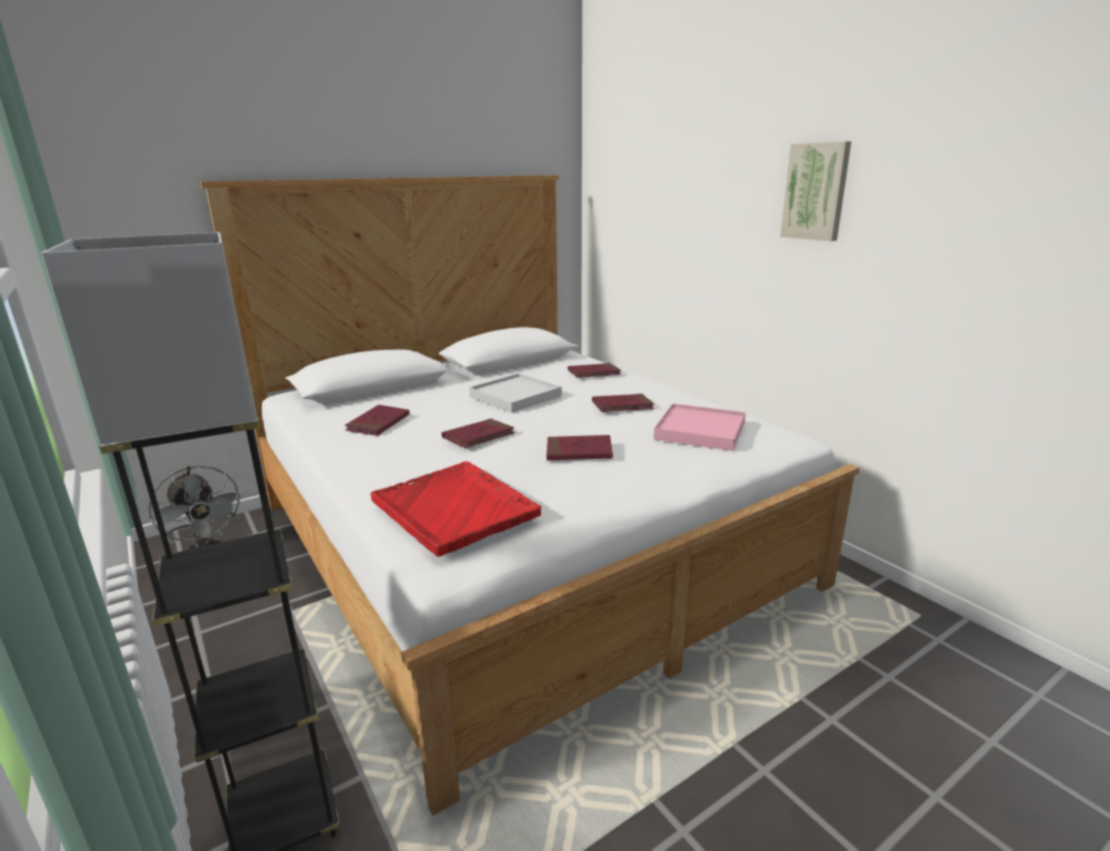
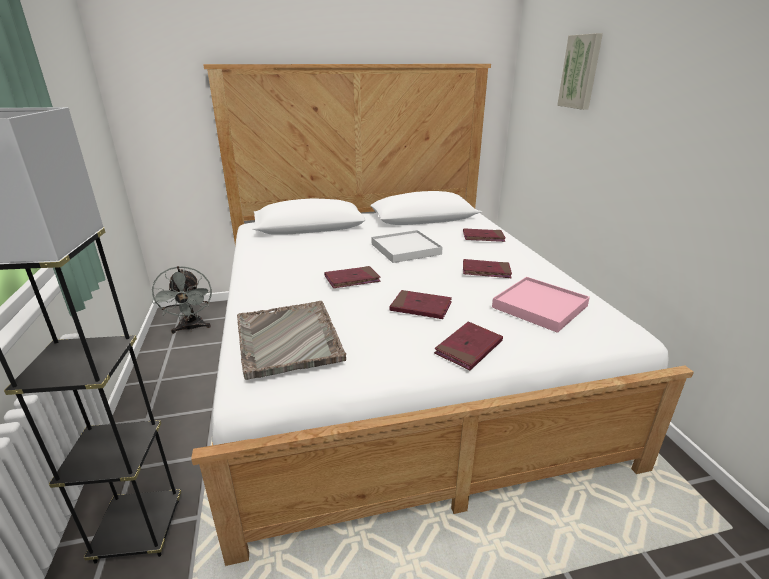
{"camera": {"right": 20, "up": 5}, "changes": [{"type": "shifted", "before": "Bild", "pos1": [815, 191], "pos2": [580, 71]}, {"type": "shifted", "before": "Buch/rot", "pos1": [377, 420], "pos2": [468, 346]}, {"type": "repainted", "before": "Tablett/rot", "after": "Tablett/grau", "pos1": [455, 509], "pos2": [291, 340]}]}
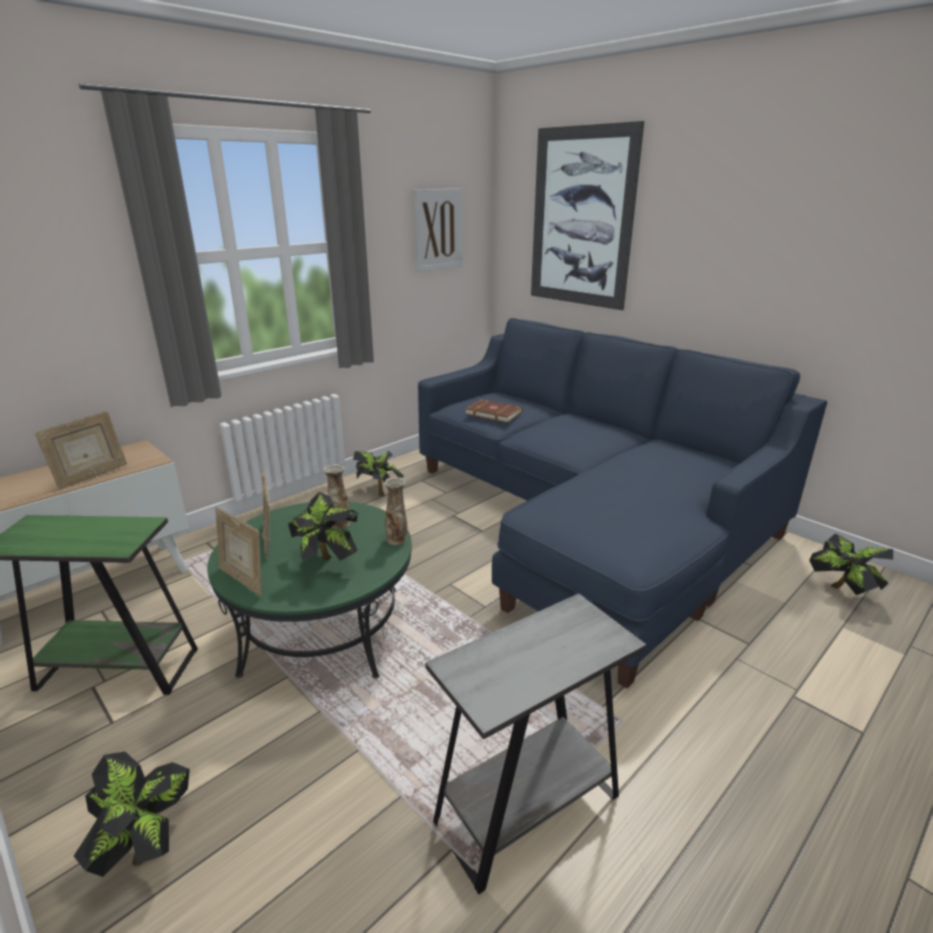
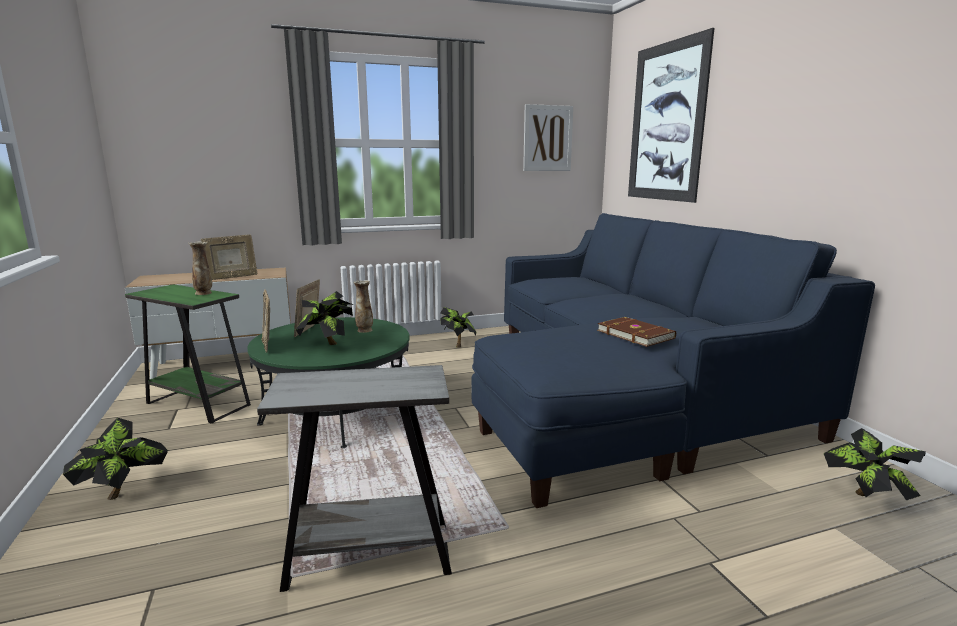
{"camera": {"right": 25, "up": -10}, "changes": [{"type": "shifted", "before": "Buch/braun", "pos1": [494, 411], "pos2": [636, 332]}, {"type": "shifted", "before": "Vase", "pos1": [395, 511], "pos2": [200, 268]}]}
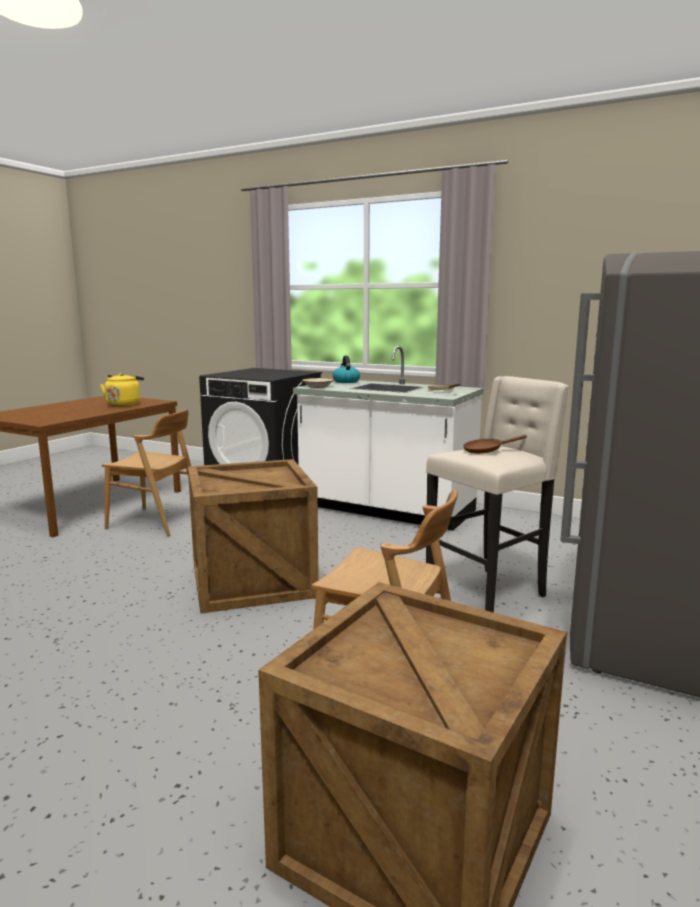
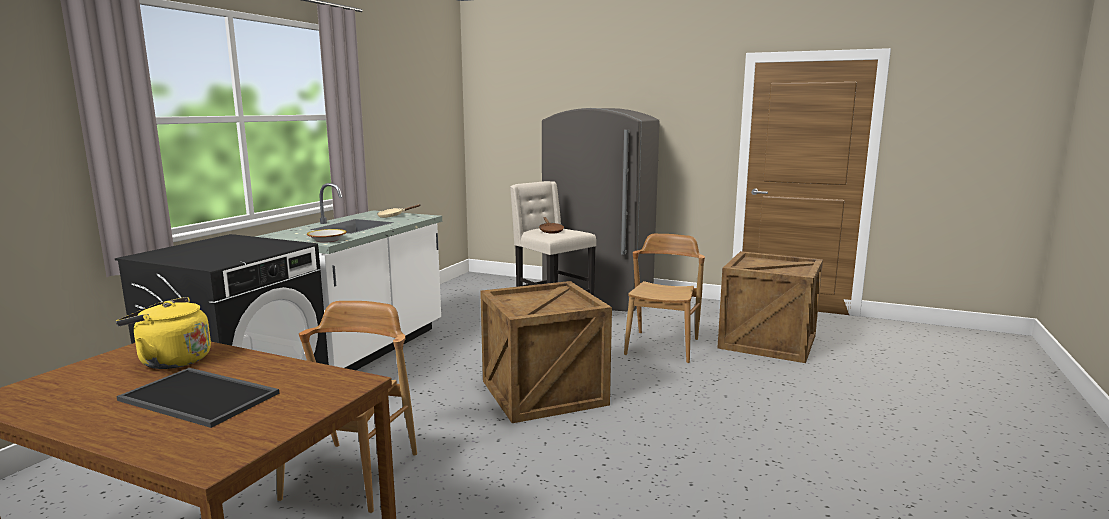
{"camera": {"right": -95, "up": 0}, "changes": [{"type": "gone", "before": "Wasserkessel", "pos1": [346, 369]}, {"type": "new", "after": "Tablett", "pos2": [197, 398]}]}
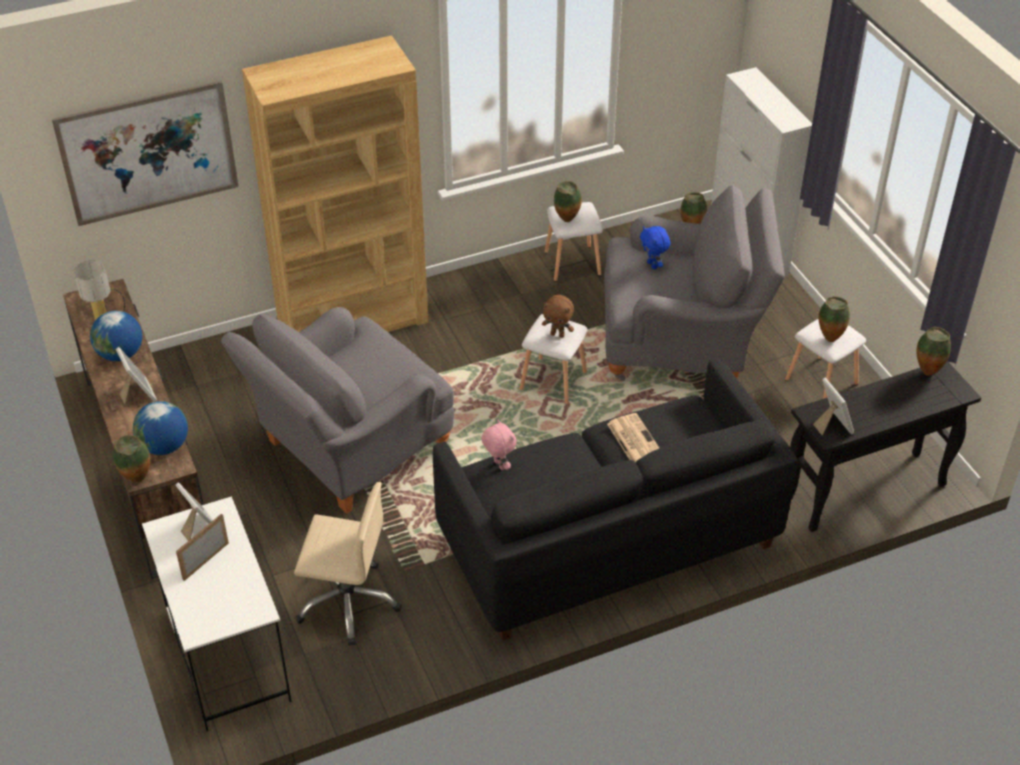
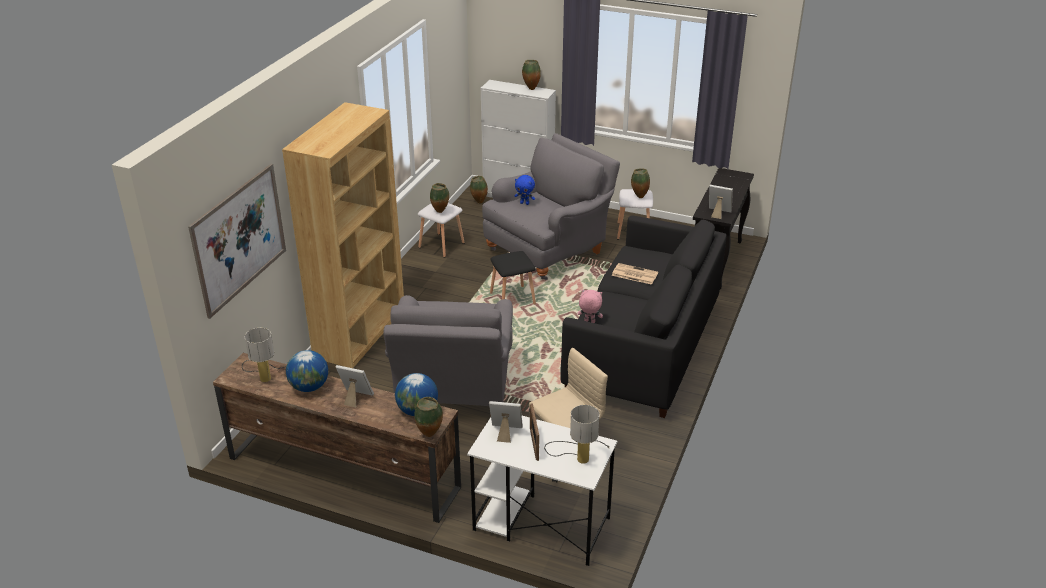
{"camera": {"right": -45, "up": -10}, "changes": [{"type": "gone", "before": "Plüschtier/braun", "pos1": [558, 316]}, {"type": "repainted", "before": "Hocker/weiß", "after": "Hocker/schwarz", "pos1": [554, 359], "pos2": [513, 278]}, {"type": "shifted", "before": "Vase", "pos1": [933, 351], "pos2": [531, 75]}, {"type": "new", "after": "Tischlampe", "pos2": [577, 434]}]}
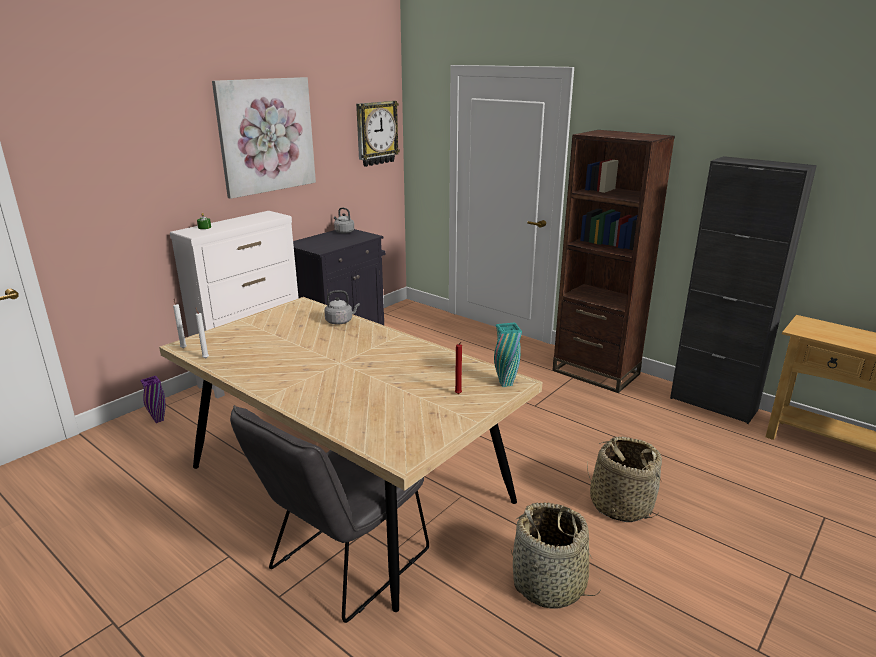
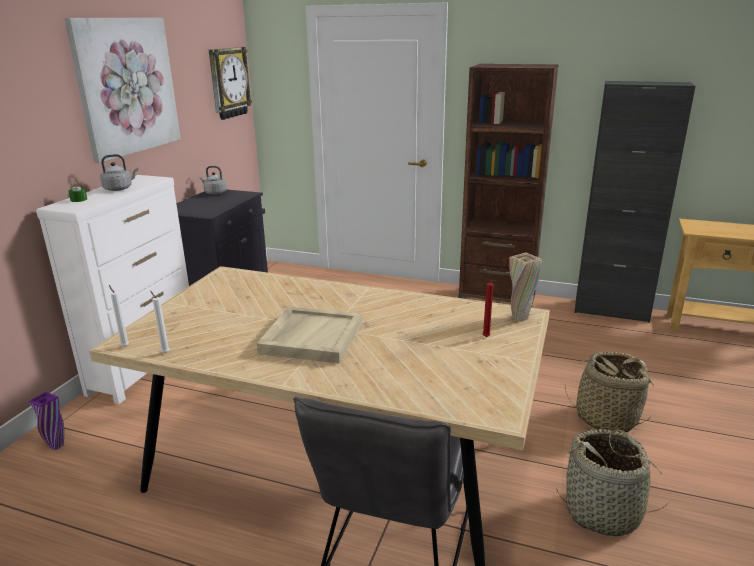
{"camera": {"right": -20, "up": 0}, "changes": [{"type": "shifted", "before": "Wasserkessel/grau", "pos1": [342, 307], "pos2": [119, 172]}, {"type": "repainted", "before": "Vase/türkis", "after": "Vase/beige", "pos1": [508, 355], "pos2": [525, 287]}, {"type": "new", "after": "Tablett/beige", "pos2": [309, 335]}]}
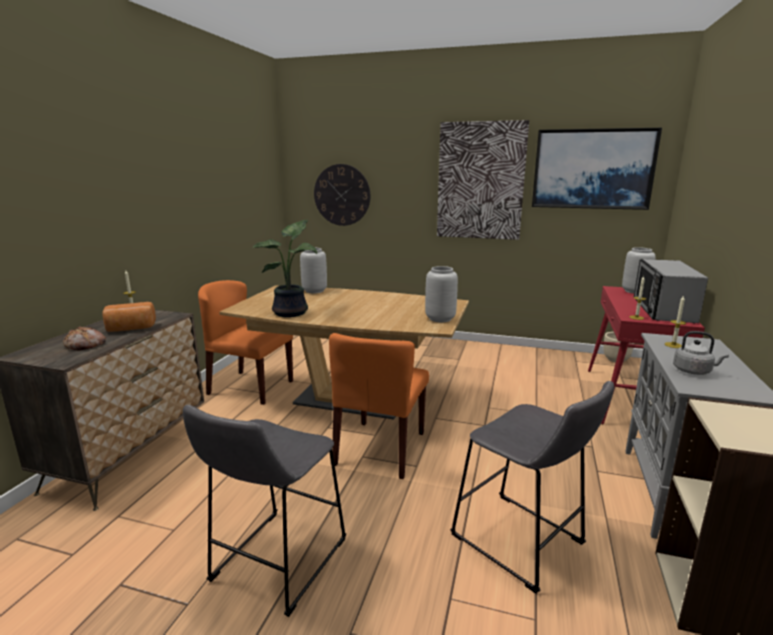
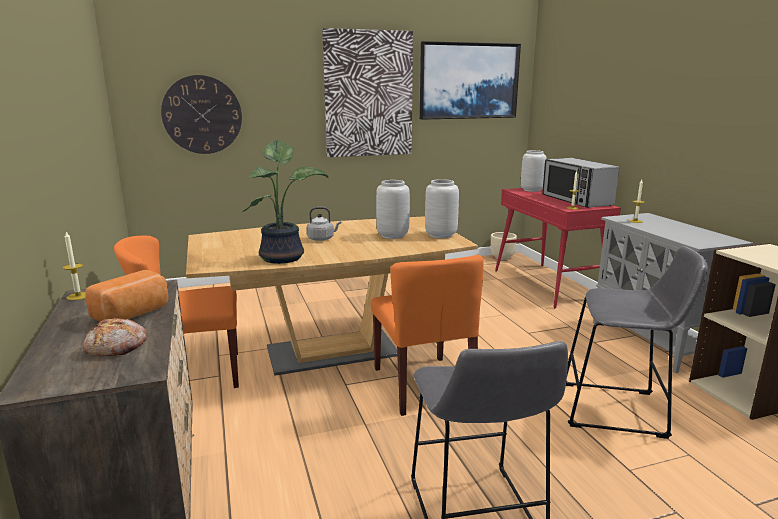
{"camera": {"right": -35, "up": 0}, "changes": [{"type": "shifted", "before": "Vase/grau", "pos1": [313, 270], "pos2": [393, 209]}, {"type": "shifted", "before": "Wasserkessel/grau", "pos1": [701, 353], "pos2": [324, 224]}]}
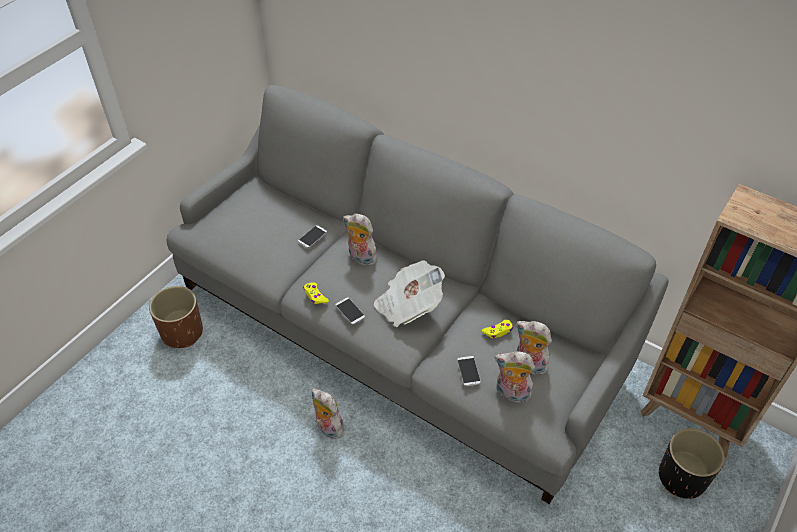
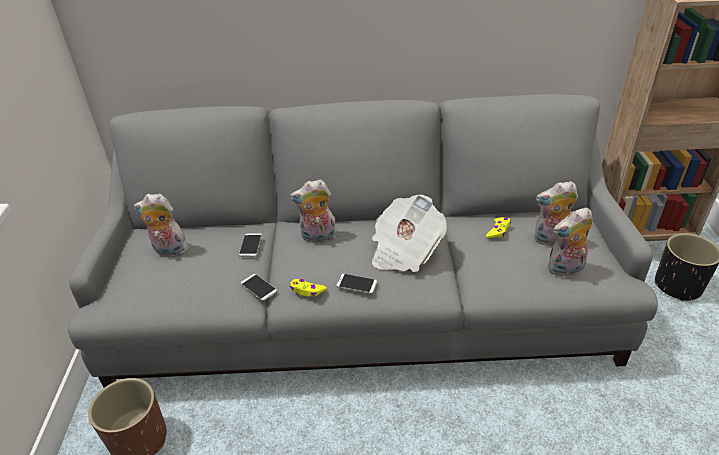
{"camera": {"right": -35, "up": -10}, "changes": [{"type": "shifted", "before": "Handy", "pos1": [469, 371], "pos2": [259, 287]}, {"type": "shifted", "before": "Plüschtier", "pos1": [328, 414], "pos2": [161, 225]}]}
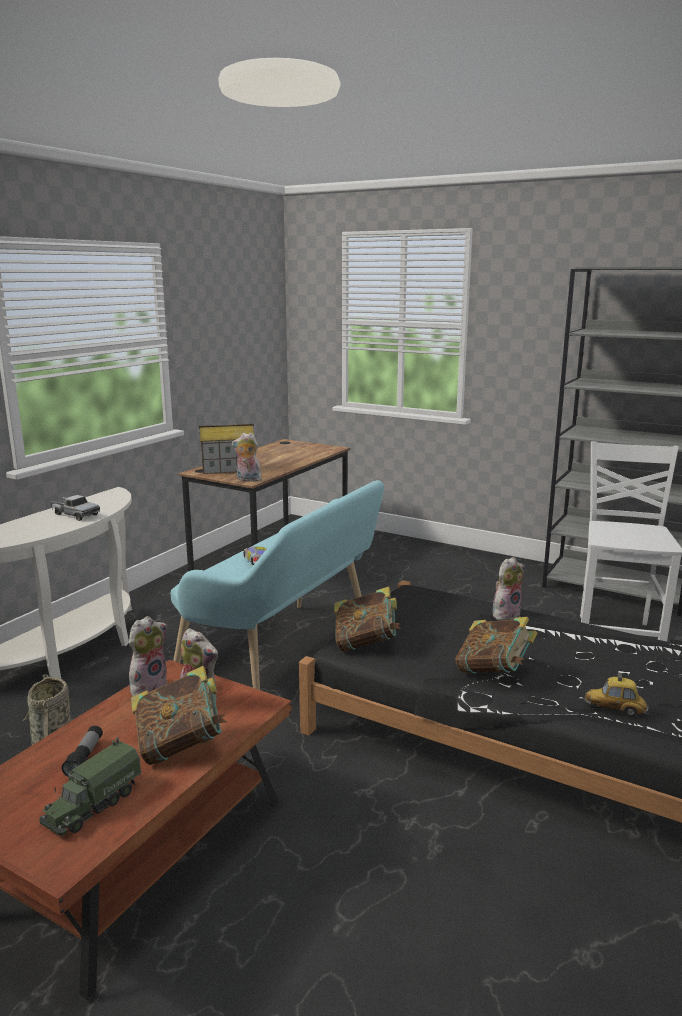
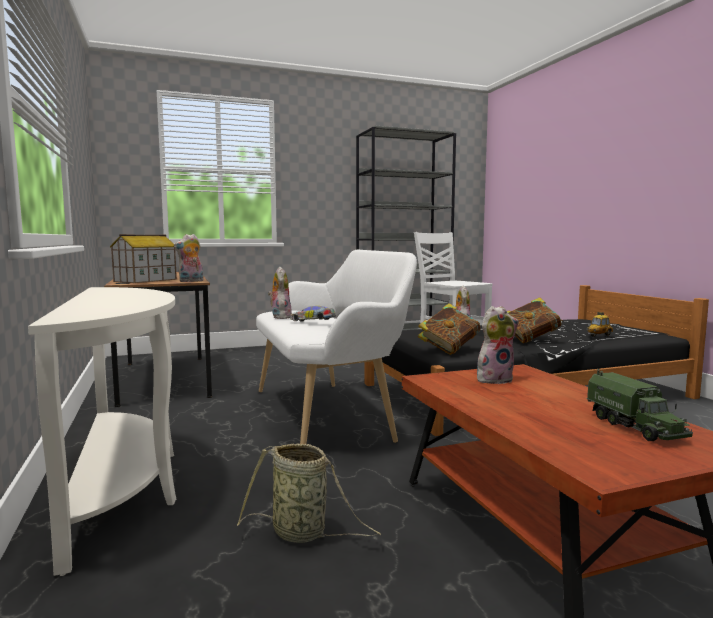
{"camera": {"right": -50, "up": -10}, "changes": [{"type": "repainted", "before": "Bank/türkis", "after": "Bank/weiß", "pos1": [277, 585], "pos2": [336, 347]}, {"type": "gone", "before": "Spielzeuglaster", "pos1": [75, 508]}, {"type": "shifted", "before": "Plüschtier", "pos1": [148, 656], "pos2": [280, 293]}, {"type": "gone", "before": "Buch", "pos1": [179, 715]}, {"type": "gone", "before": "Taschenlampe", "pos1": [82, 751]}]}
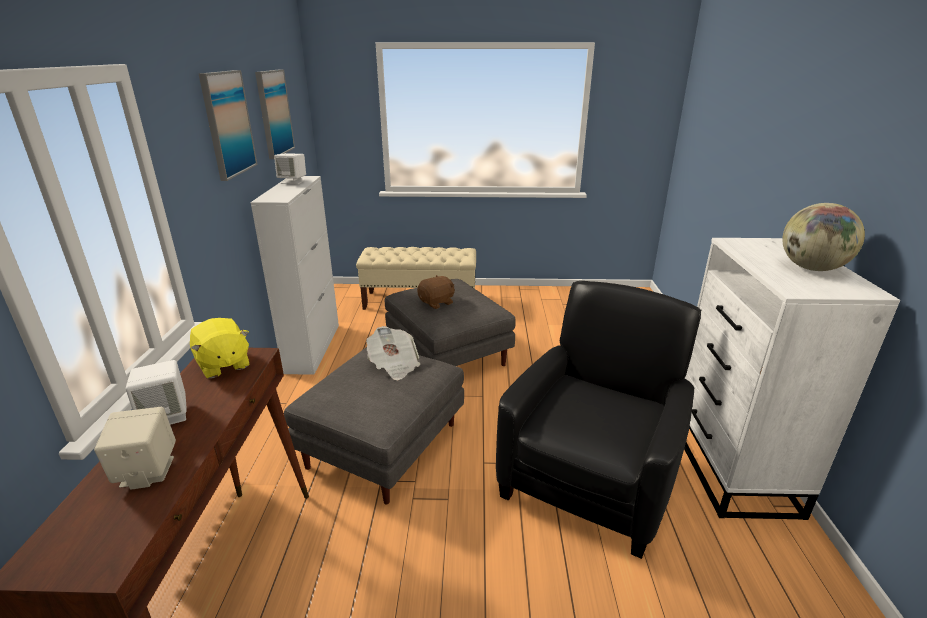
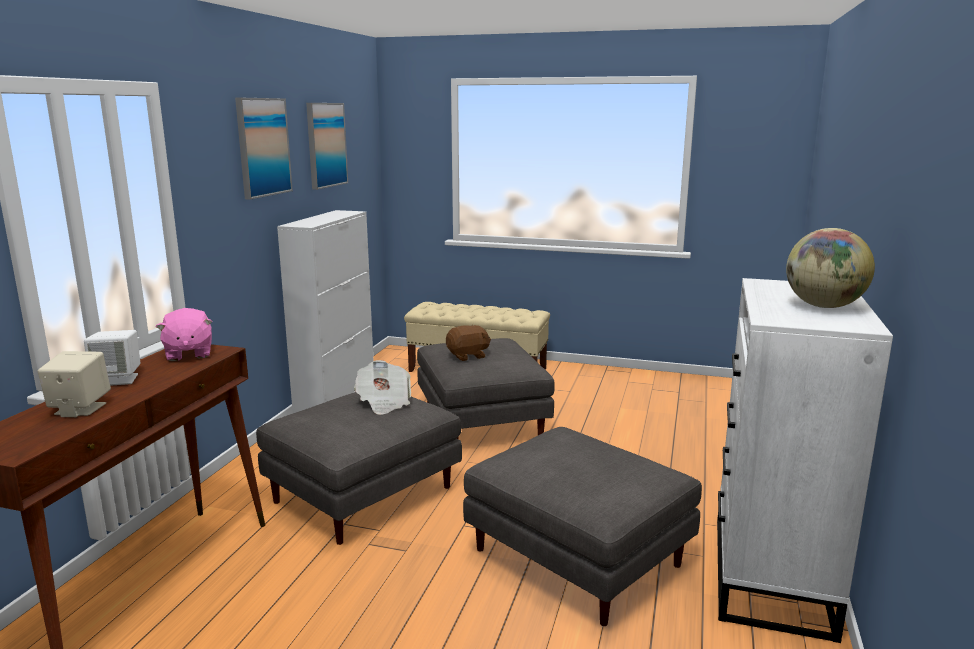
{"camera": {"right": 15, "up": -10}, "changes": [{"type": "gone", "before": "Lautsprecher/weiß", "pos1": [290, 168]}, {"type": "swapped", "before": "Sessel/schwarz", "after": "Polsterhocker/grau", "pos1": [598, 420], "pos2": [582, 526]}, {"type": "repainted", "before": "Plüschtier/gelb", "after": "Plüschtier/rosa", "pos1": [219, 348], "pos2": [184, 334]}]}
